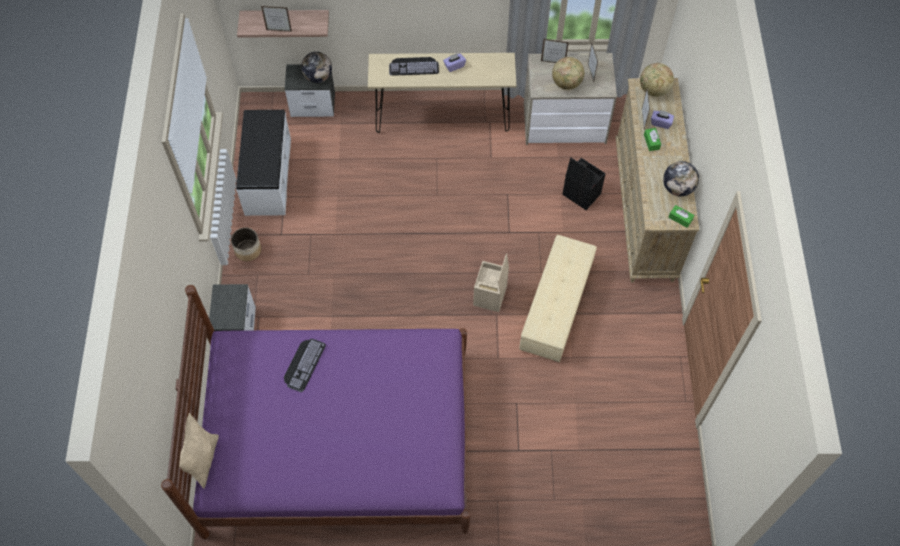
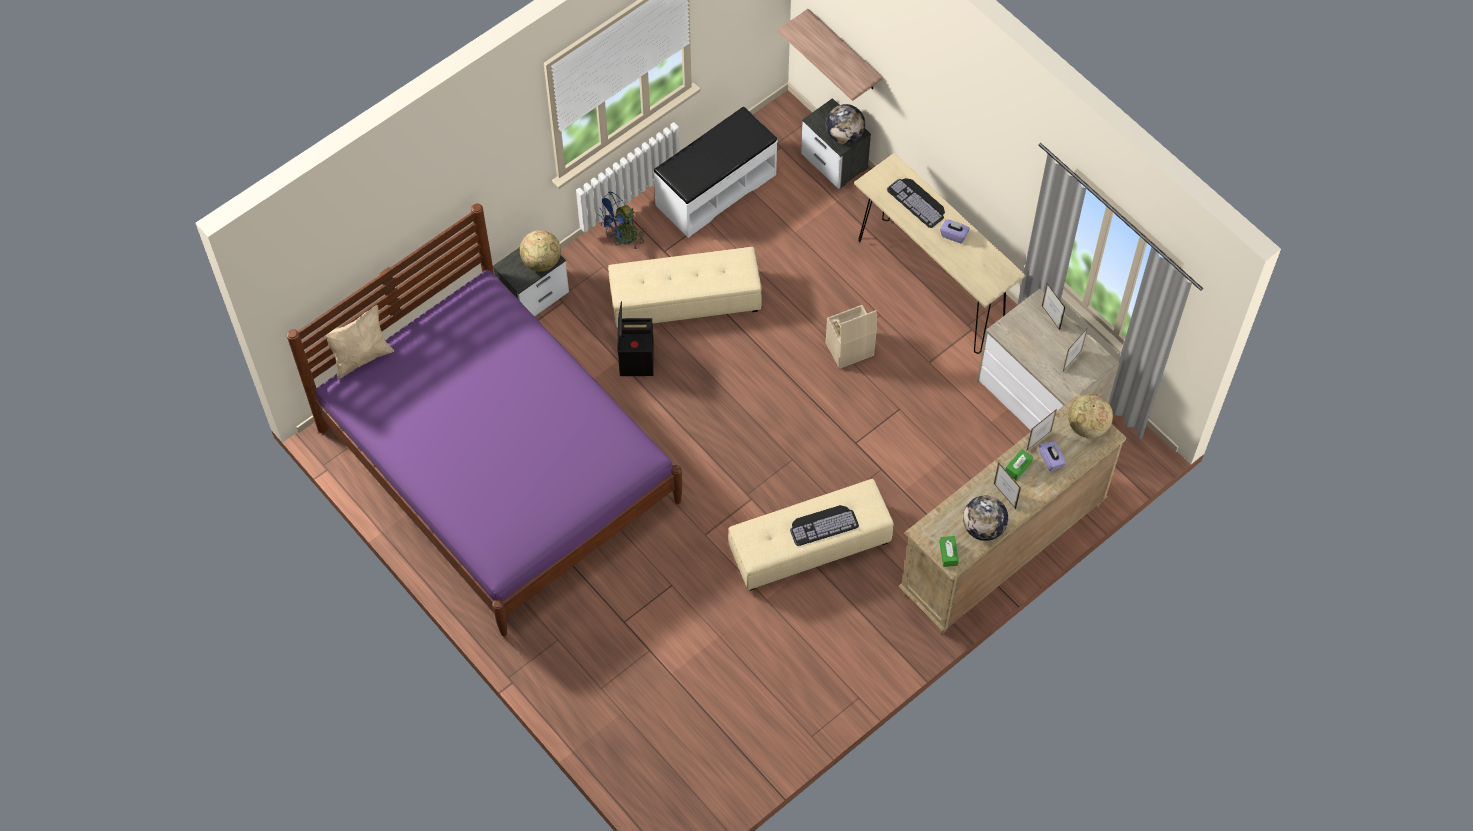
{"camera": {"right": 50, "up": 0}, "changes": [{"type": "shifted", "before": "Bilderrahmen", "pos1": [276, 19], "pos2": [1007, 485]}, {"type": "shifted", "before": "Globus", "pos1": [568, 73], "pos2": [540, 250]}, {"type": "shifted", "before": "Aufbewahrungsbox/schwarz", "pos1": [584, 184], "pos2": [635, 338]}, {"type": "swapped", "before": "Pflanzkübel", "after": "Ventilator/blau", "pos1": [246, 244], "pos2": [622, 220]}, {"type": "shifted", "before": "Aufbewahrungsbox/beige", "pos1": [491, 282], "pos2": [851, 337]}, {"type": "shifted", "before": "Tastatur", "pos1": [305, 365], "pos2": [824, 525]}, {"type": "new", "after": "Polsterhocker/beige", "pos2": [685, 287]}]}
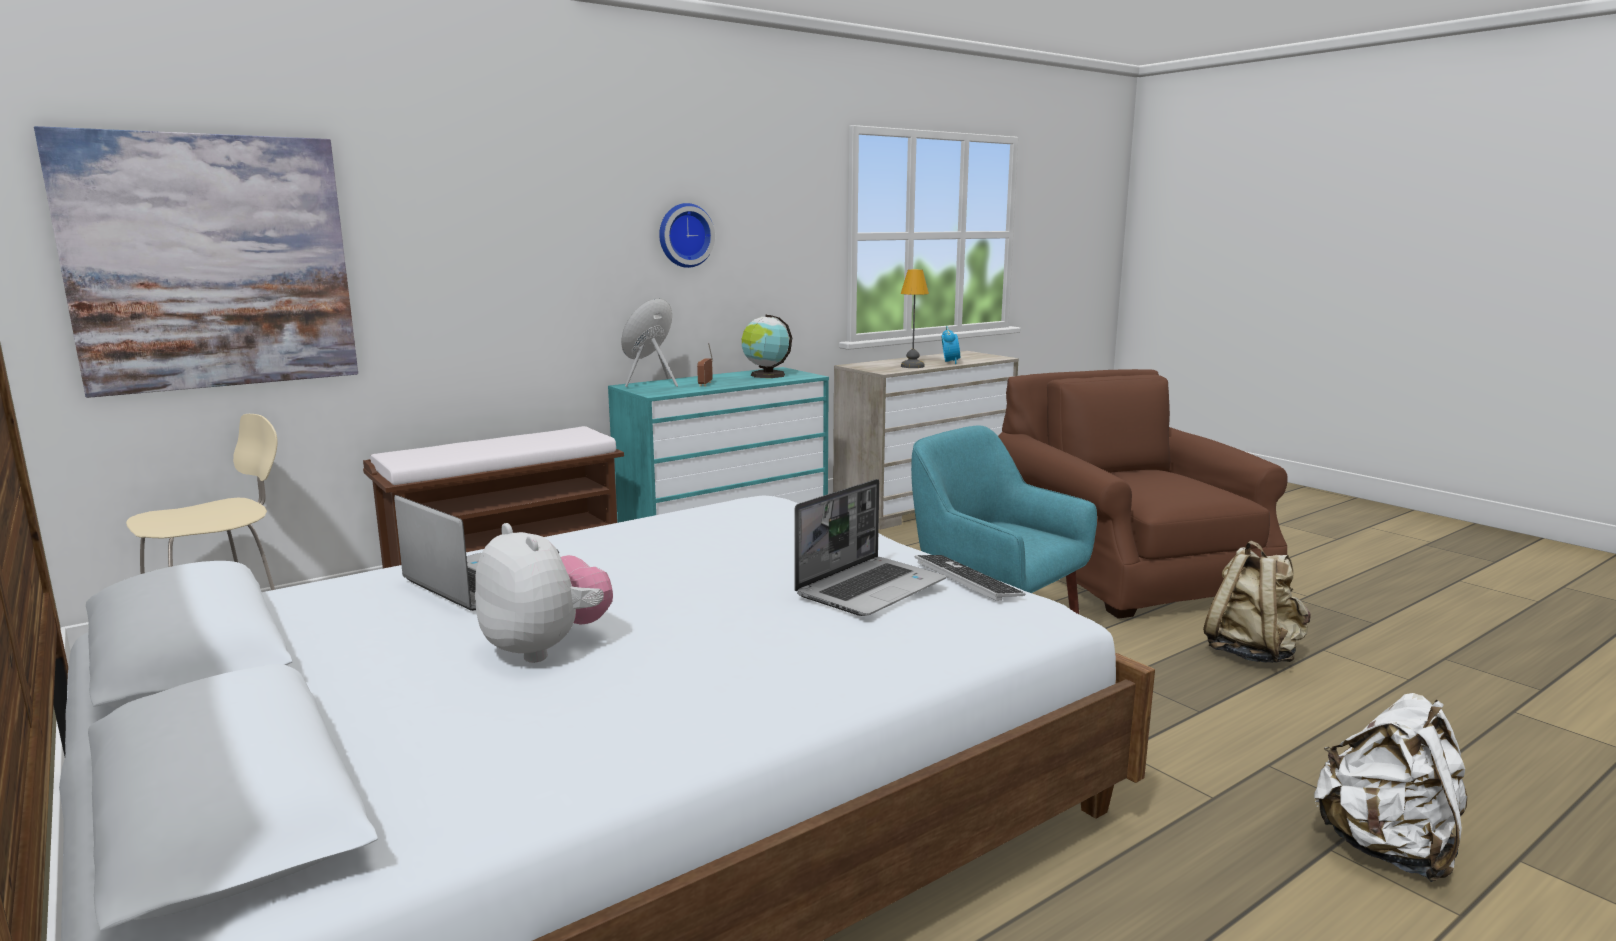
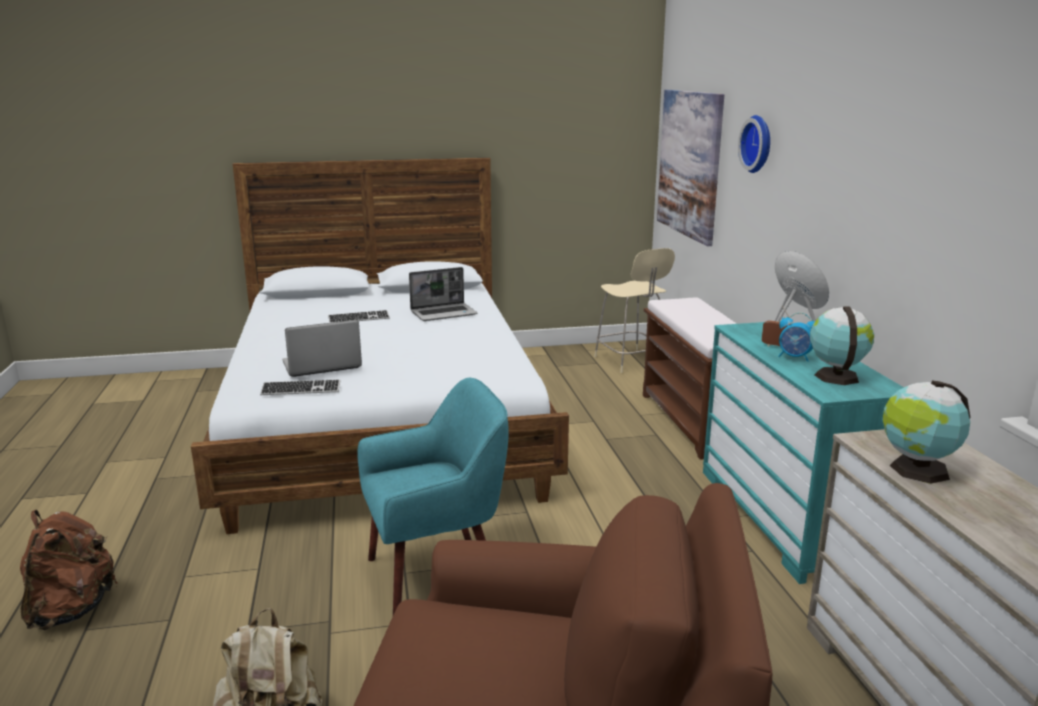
{"camera": {"right": 115, "up": 5}, "changes": [{"type": "shifted", "before": "Wanduhr", "pos1": [687, 235], "pos2": [754, 144]}, {"type": "swapped", "before": "Tischlampe", "after": "Globus", "pos1": [915, 318], "pos2": [926, 432]}, {"type": "shifted", "before": "Wecker", "pos1": [950, 344], "pos2": [796, 337]}, {"type": "rotated", "before": "Laptop", "pos1": [870, 547], "pos2": [322, 348], "turn": 90}, {"type": "swapped", "before": "Plüschtier", "after": "Tastatur", "pos1": [544, 593], "pos2": [359, 316]}, {"type": "repainted", "before": "Rucksack/weiß", "after": "Rucksack/braun", "pos1": [1390, 787], "pos2": [68, 570]}]}
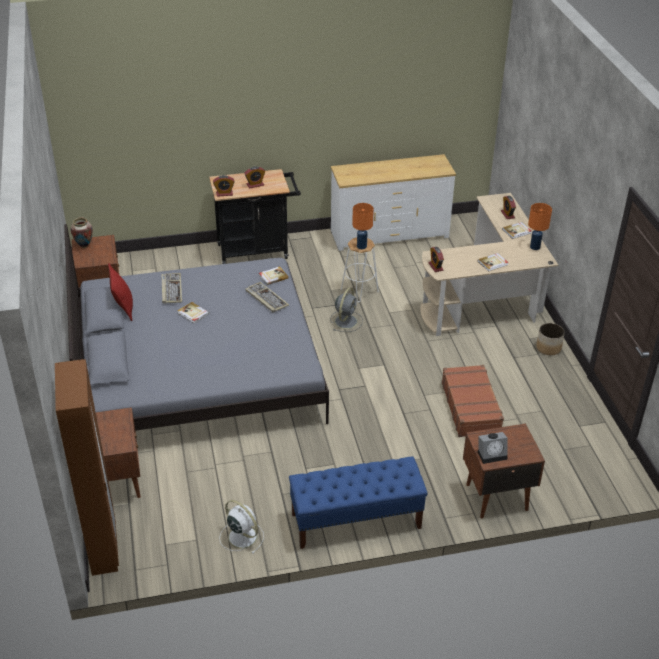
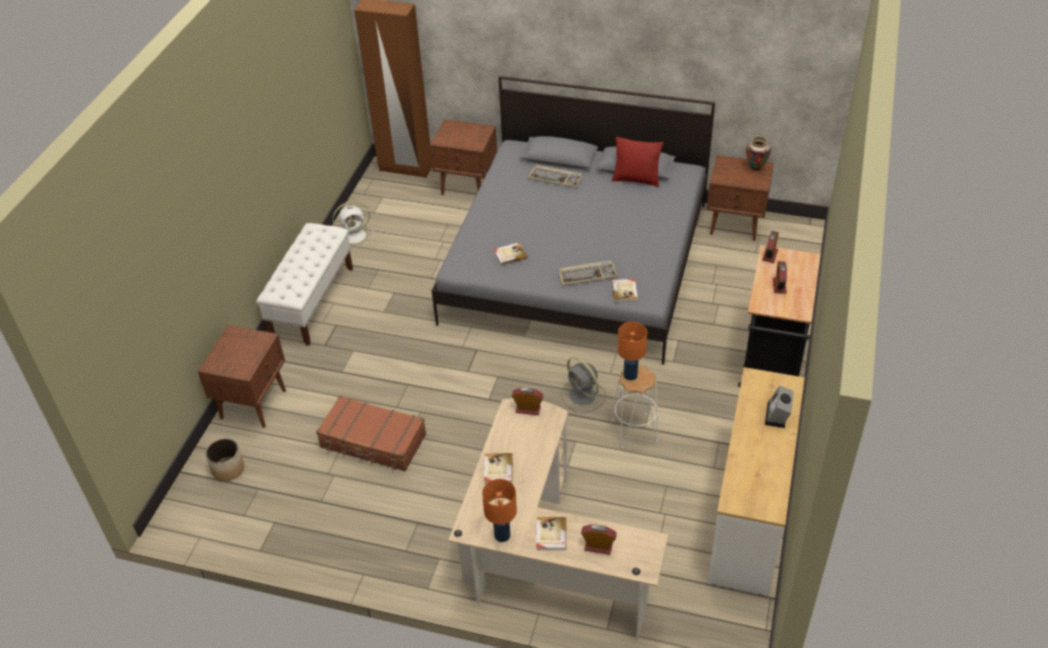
{"camera": {"right": 120, "up": 5}, "changes": [{"type": "shifted", "before": "Tastatur", "pos1": [171, 288], "pos2": [555, 176]}, {"type": "shifted", "before": "Buch", "pos1": [193, 313], "pos2": [511, 253]}, {"type": "shifted", "before": "Pflanzkübel", "pos1": [550, 339], "pos2": [225, 459]}, {"type": "shifted", "before": "Wecker", "pos1": [493, 448], "pos2": [779, 407]}, {"type": "repainted", "before": "Bank/blau", "after": "Bank/weiß", "pos1": [358, 502], "pos2": [304, 284]}]}
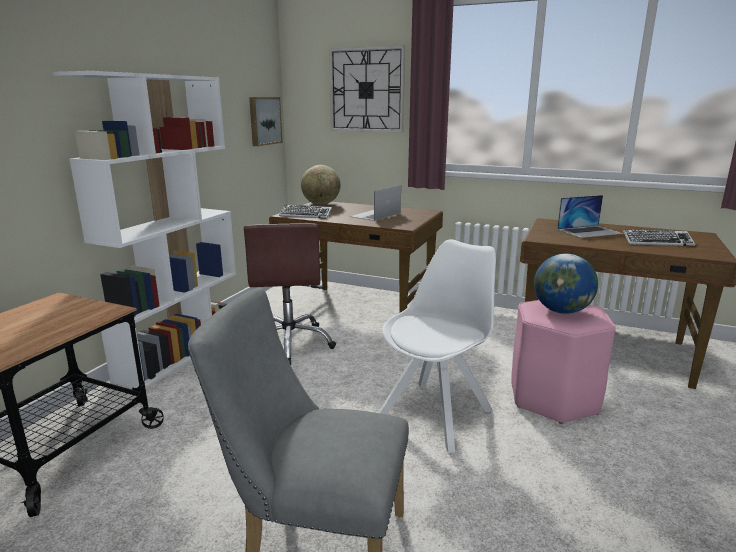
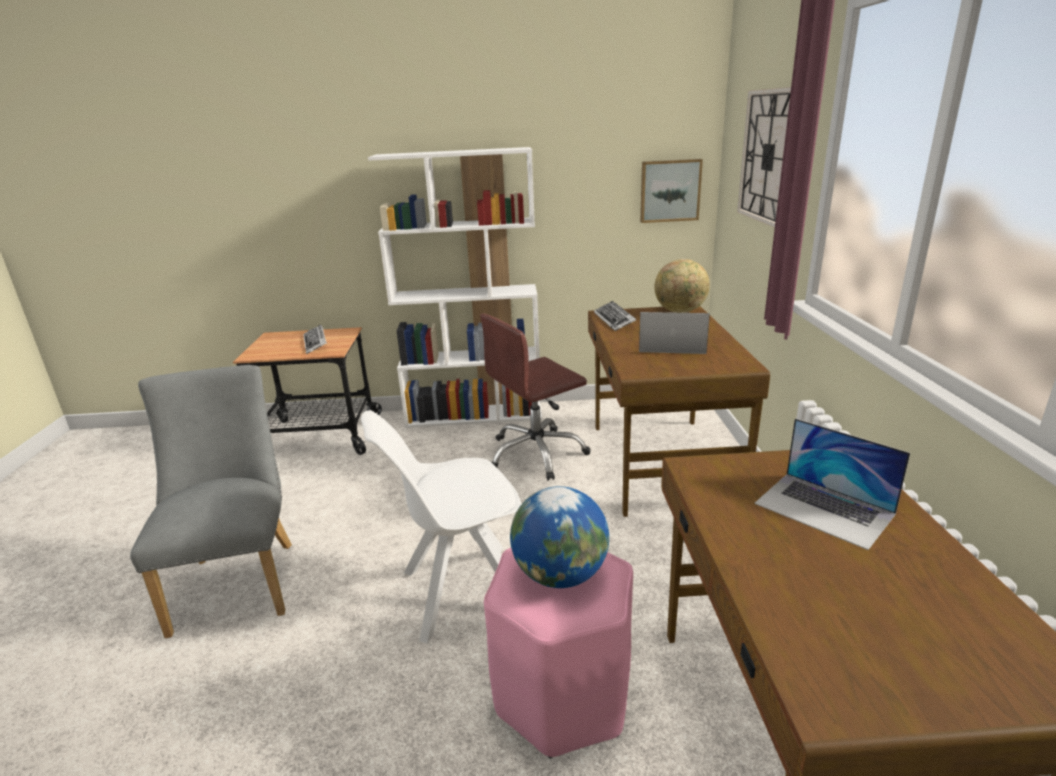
{"camera": {"right": 65, "up": 5}, "changes": [{"type": "shifted", "before": "Tastatur", "pos1": [659, 237], "pos2": [315, 339]}, {"type": "rotated", "before": "Stuhl/weiß", "pos1": [437, 346], "pos2": [441, 527], "turn": 150}]}
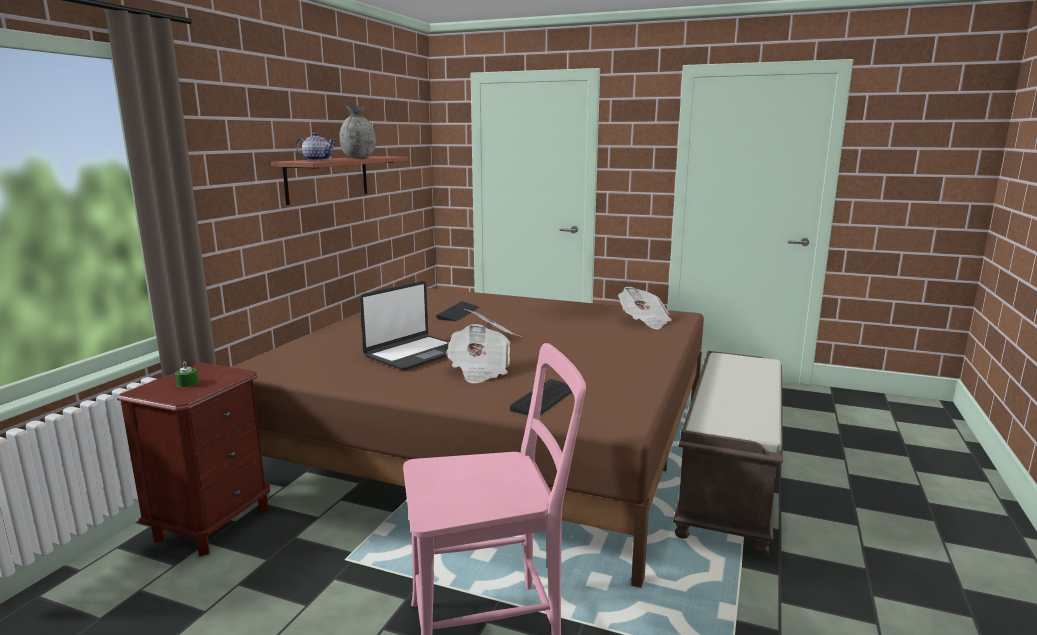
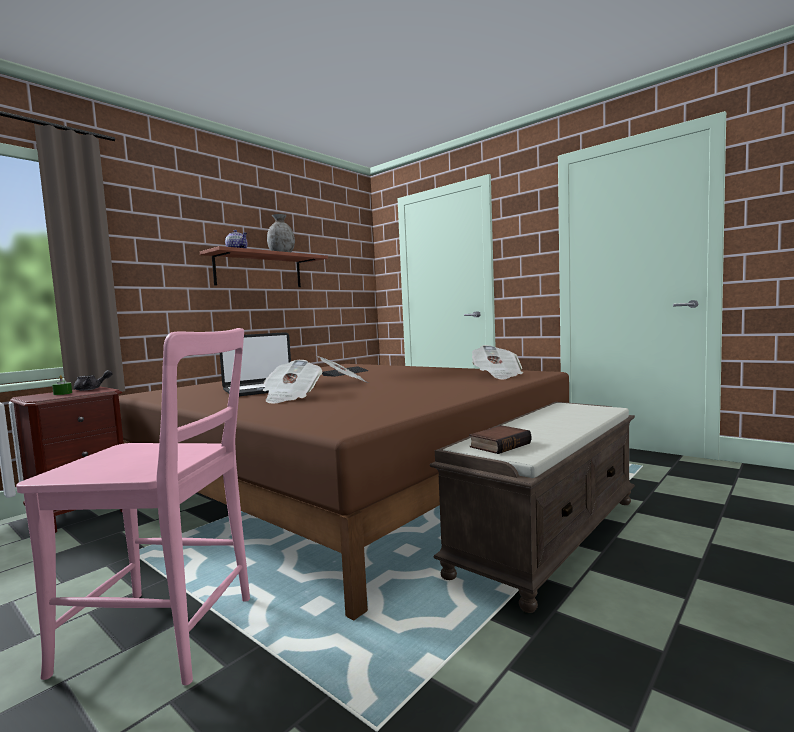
{"camera": {"right": 20, "up": -10}, "changes": [{"type": "gone", "before": "Tastatur", "pos1": [541, 397]}, {"type": "new", "after": "Teekanne/grau", "pos2": [93, 380]}, {"type": "new", "after": "Buch", "pos2": [500, 439]}]}
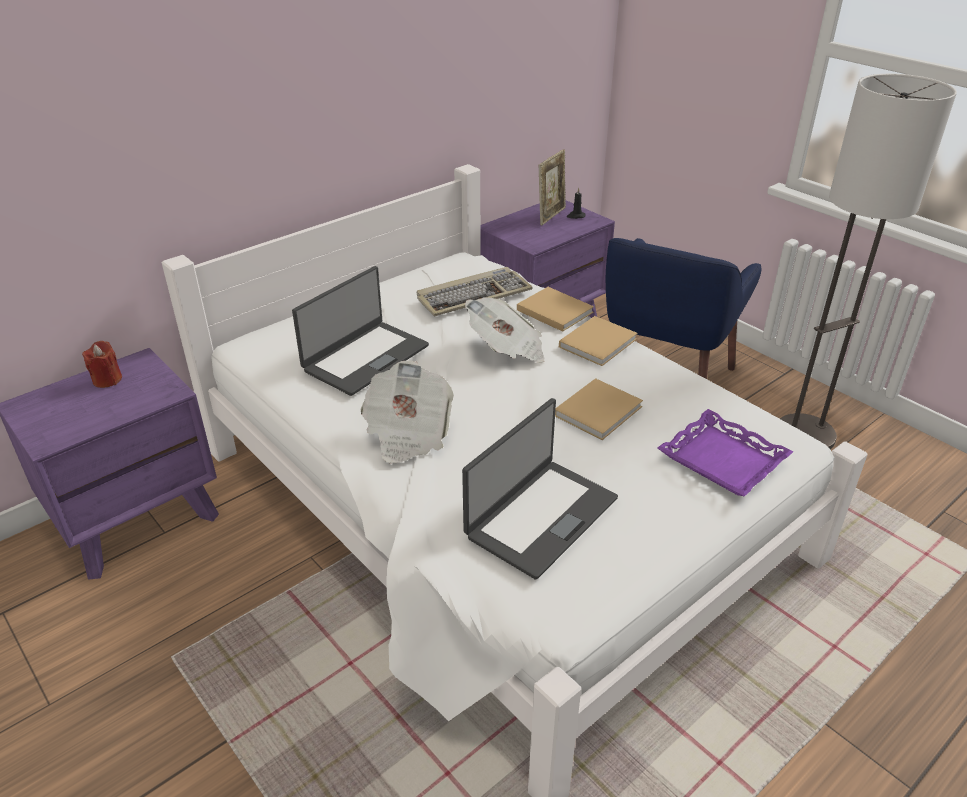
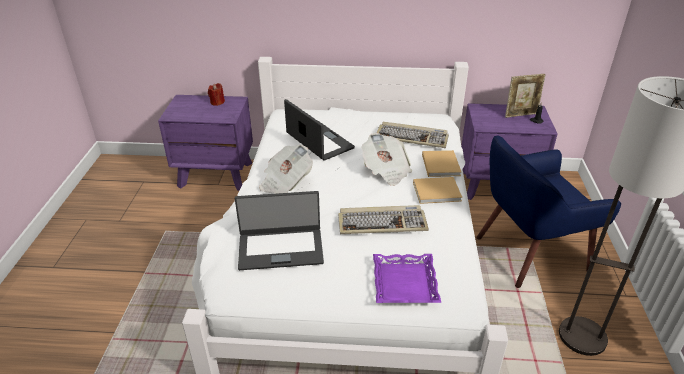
{"camera": {"right": 45, "up": 0}, "changes": [{"type": "rotated", "before": "Laptop", "pos1": [360, 331], "pos2": [319, 130], "turn": -120}, {"type": "swapped", "before": "Buch/beige", "after": "Tastatur", "pos1": [599, 409], "pos2": [383, 219]}]}
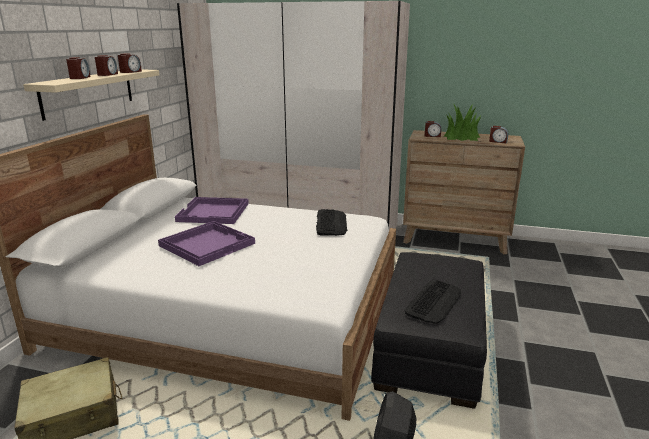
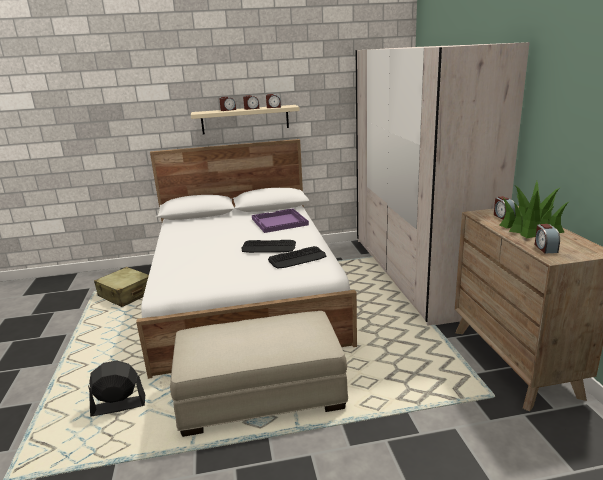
{"camera": {"right": 65, "up": 0}, "changes": [{"type": "gone", "before": "Tablett/lila", "pos1": [206, 243]}, {"type": "repainted", "before": "Polsterhocker/schwarz", "after": "Polsterhocker/beige", "pos1": [429, 330], "pos2": [259, 374]}, {"type": "shifted", "before": "Tastatur", "pos1": [433, 302], "pos2": [269, 246]}]}
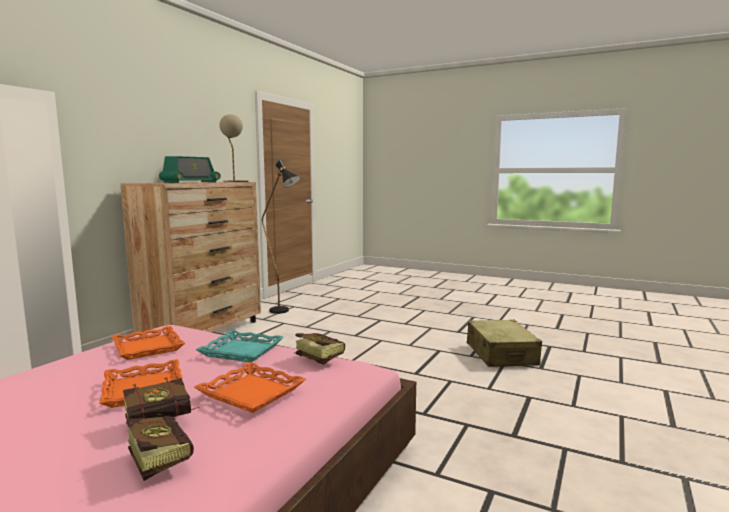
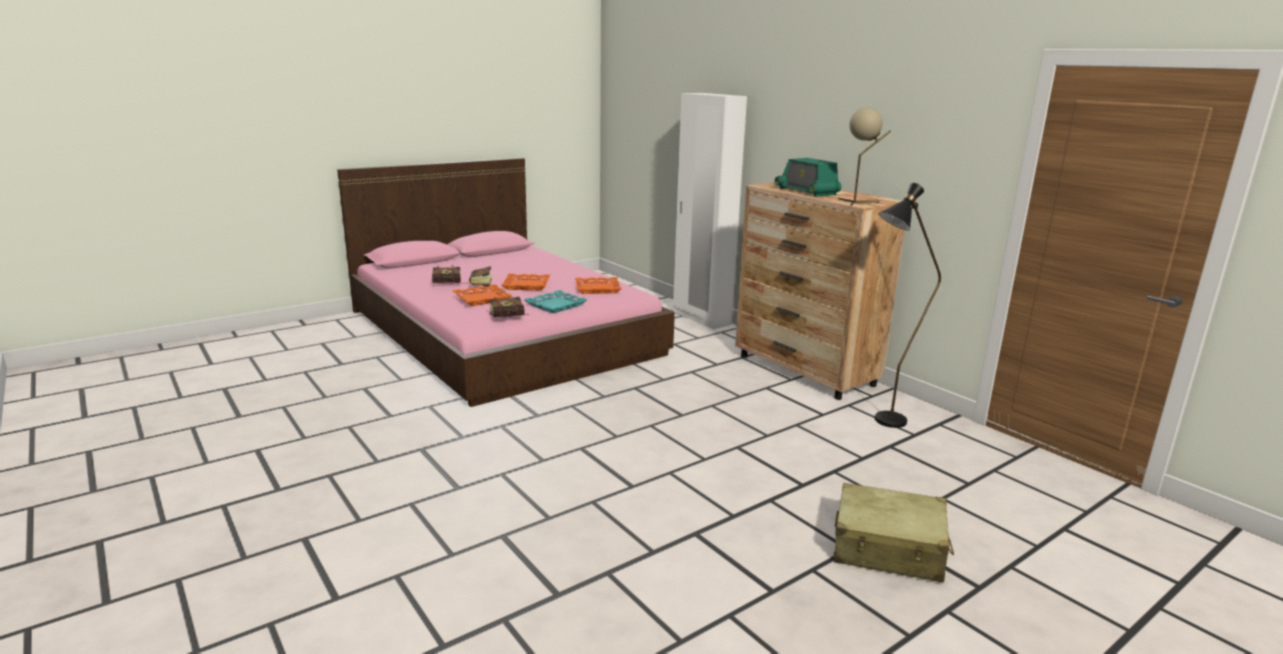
{"camera": {"right": 115, "up": 10}, "changes": [{"type": "shifted", "before": "Koffer/beige", "pos1": [504, 343], "pos2": [893, 533]}]}
